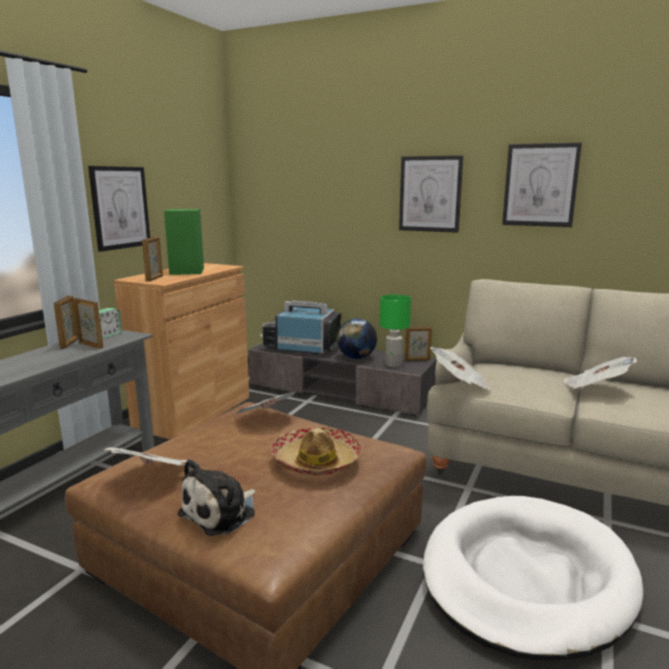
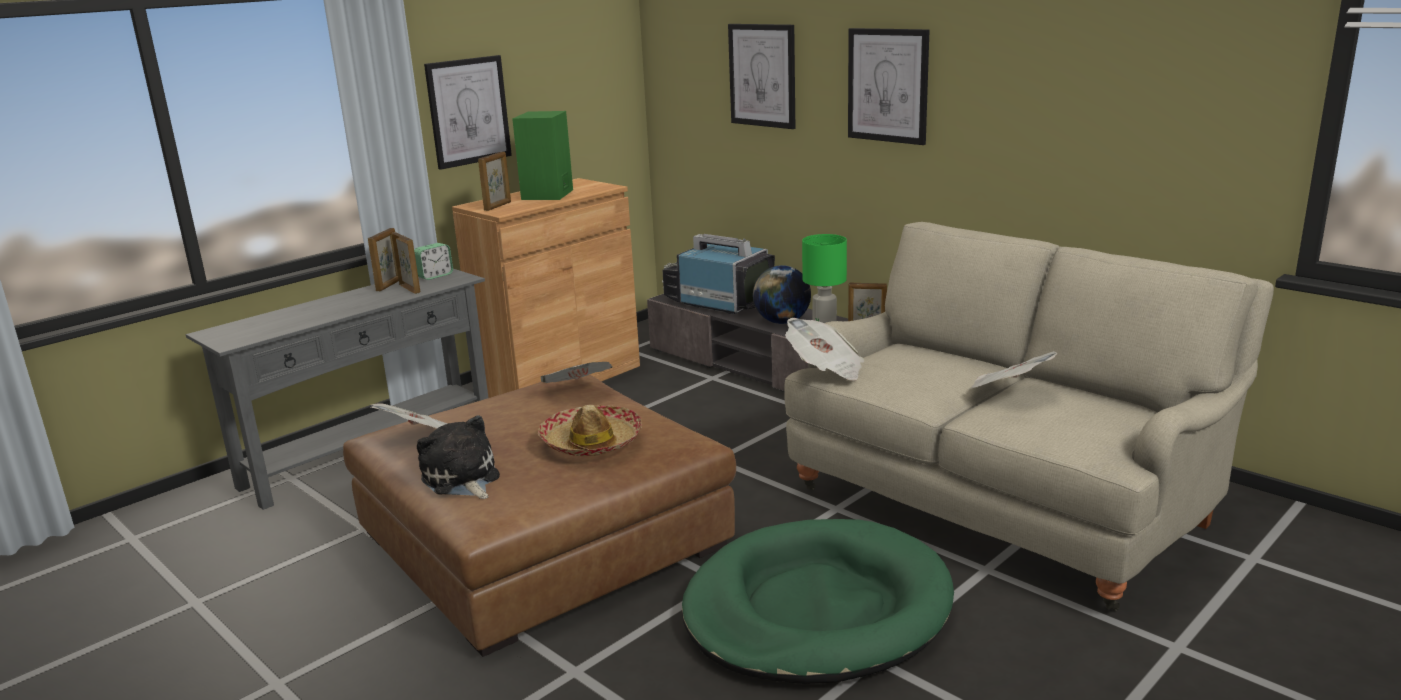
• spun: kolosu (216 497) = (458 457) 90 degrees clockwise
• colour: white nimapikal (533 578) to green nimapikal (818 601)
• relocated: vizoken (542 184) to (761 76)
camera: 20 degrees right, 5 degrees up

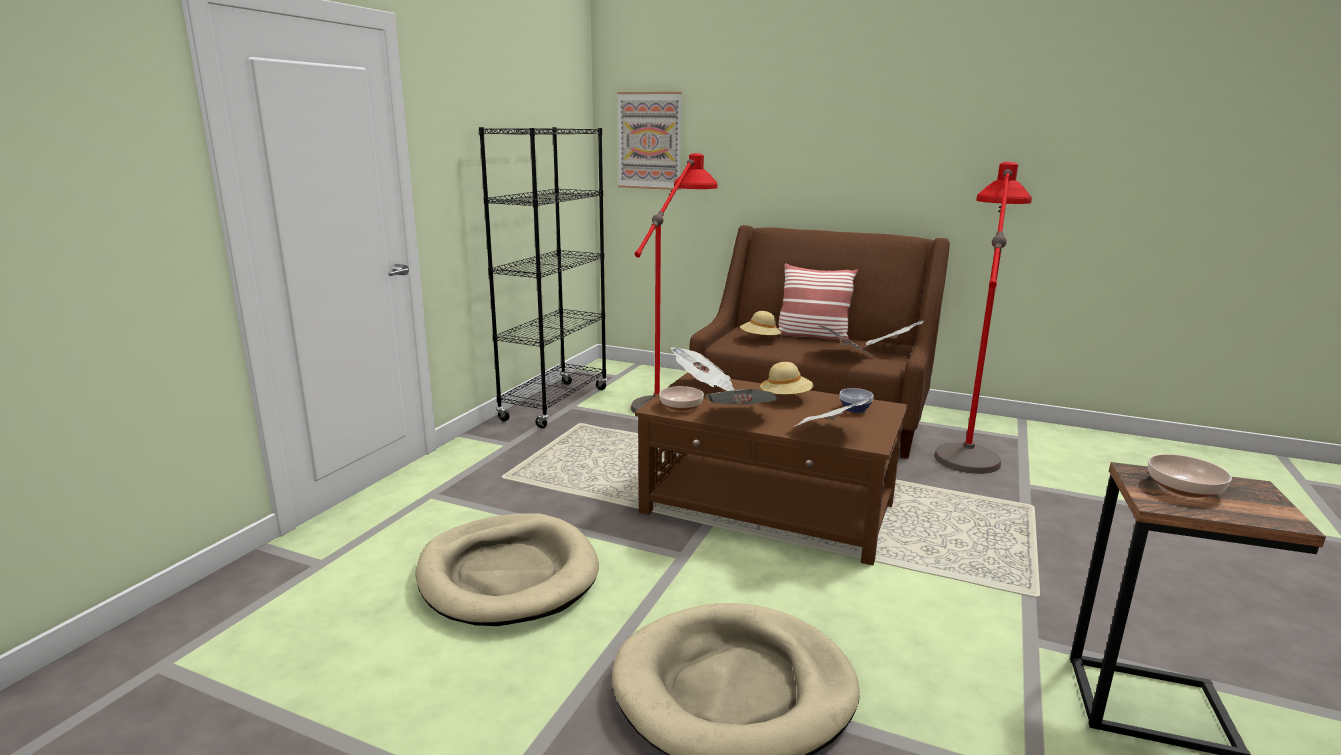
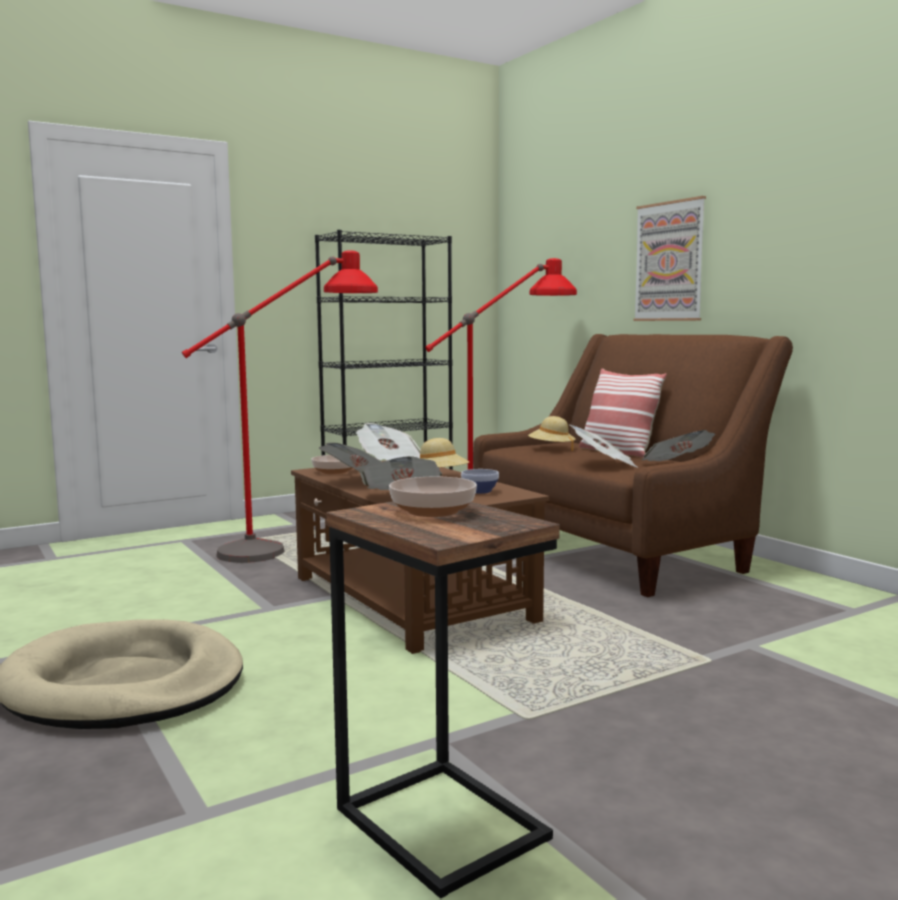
• relocated: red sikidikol (983 318) to (280 407)
• relocated: vizoken (649 141) to (669 258)
• missing: beige nimapikal (507 569)
camera: 35 degrees right, 10 degrees down

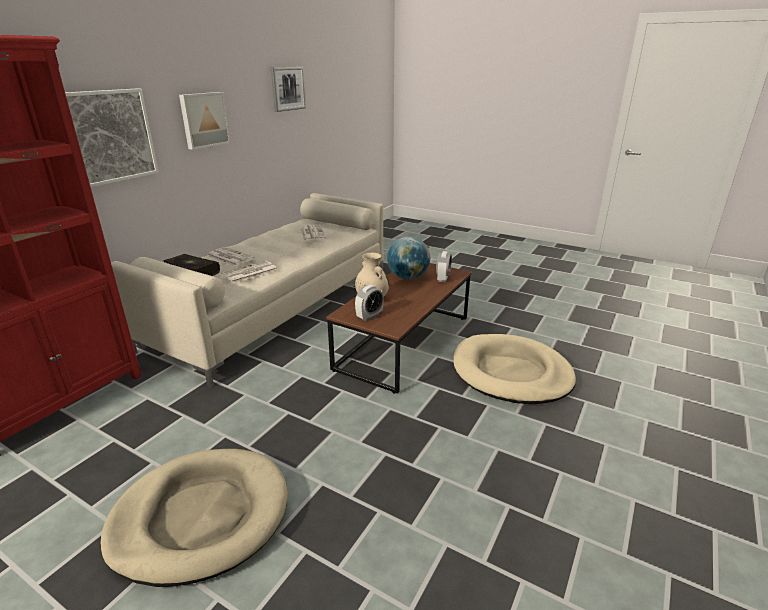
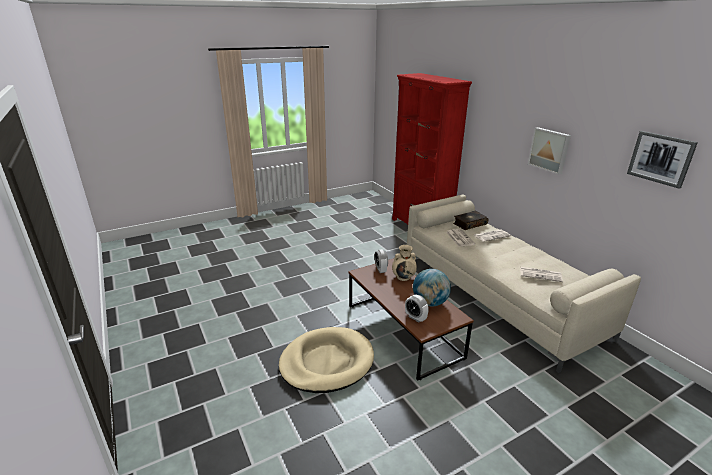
• missing: vizoken (112 137)
• missing: beige nimapikal (194 518)
camera: 120 degrees right, 0 degrees up

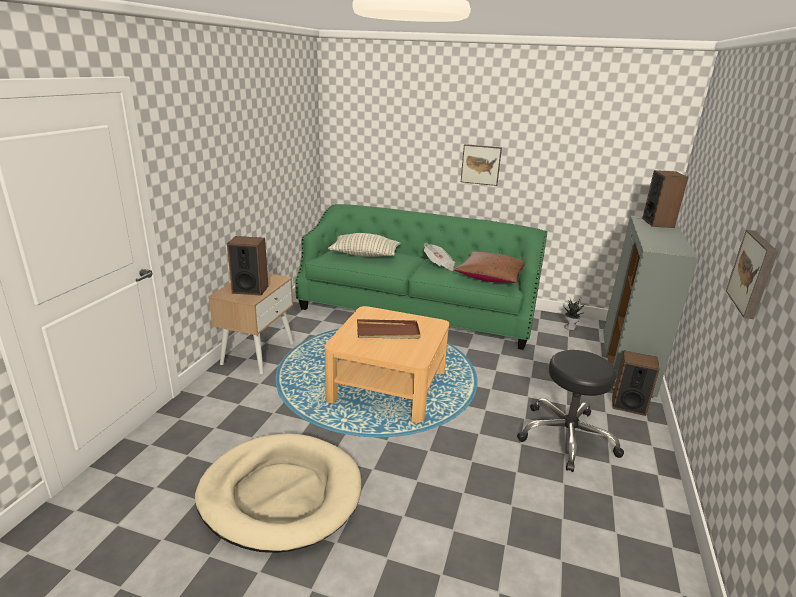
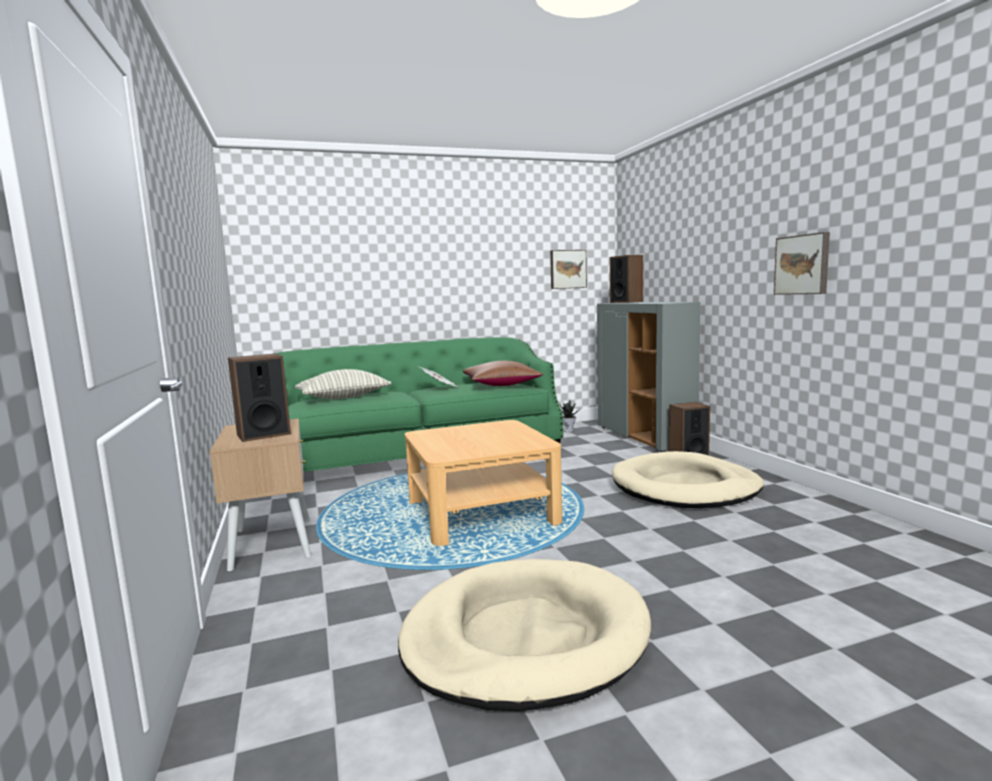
• relocated: vizoken (481 165) to (568 269)
• exchanged: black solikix (570 411) to beige nimapikal (688 479)
• missing: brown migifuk (389 329)
camera: 35 degrees left, 15 degrees down

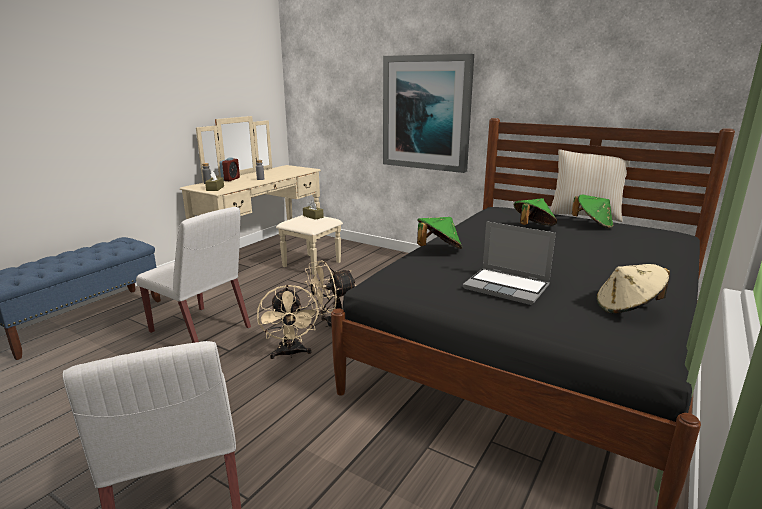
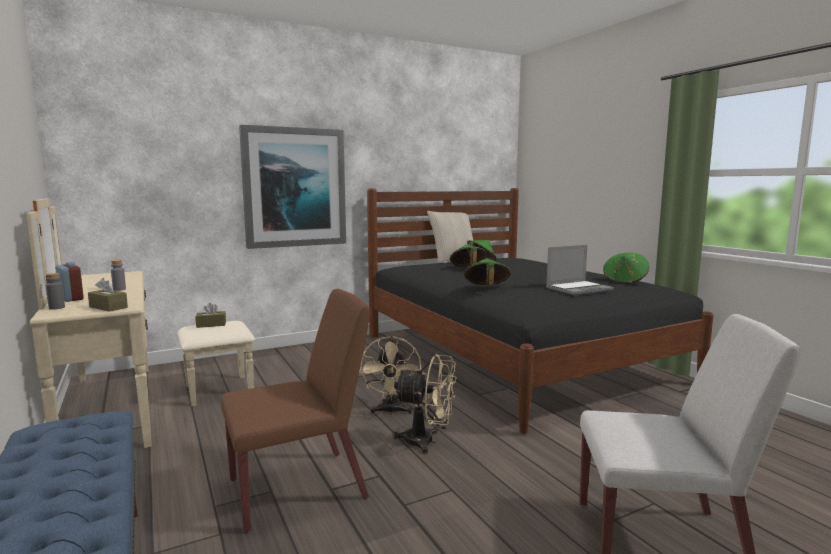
• colour: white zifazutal (193 275) to brown zifazutal (295 410)
• colour: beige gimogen (633 288) to green gimogen (626 268)
camera: 60 degrees left, 10 degrees down

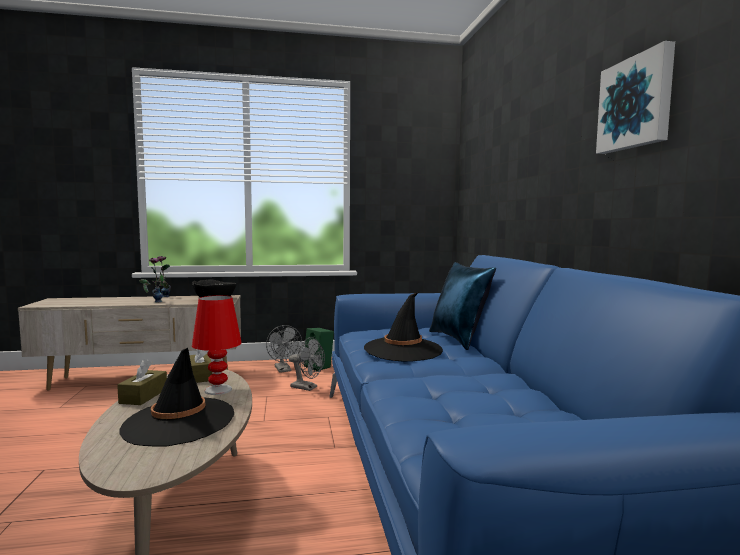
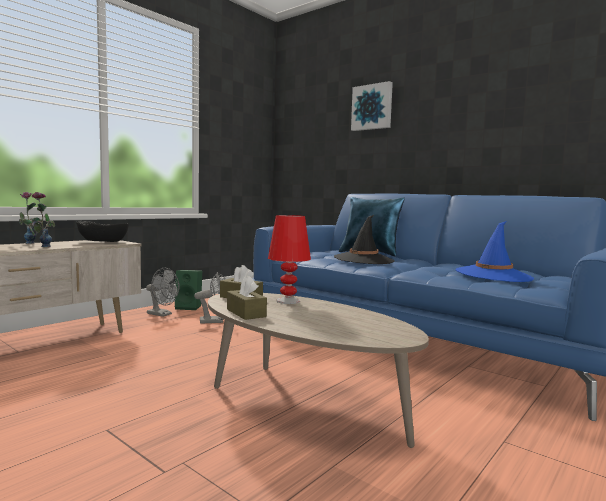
• relocated: vizoken (635 97) to (372 106)
• appeared: blue gimogen (495 251)
• missing: black gimogen (176 397)
camera: 40 degrees left, 0 degrees up

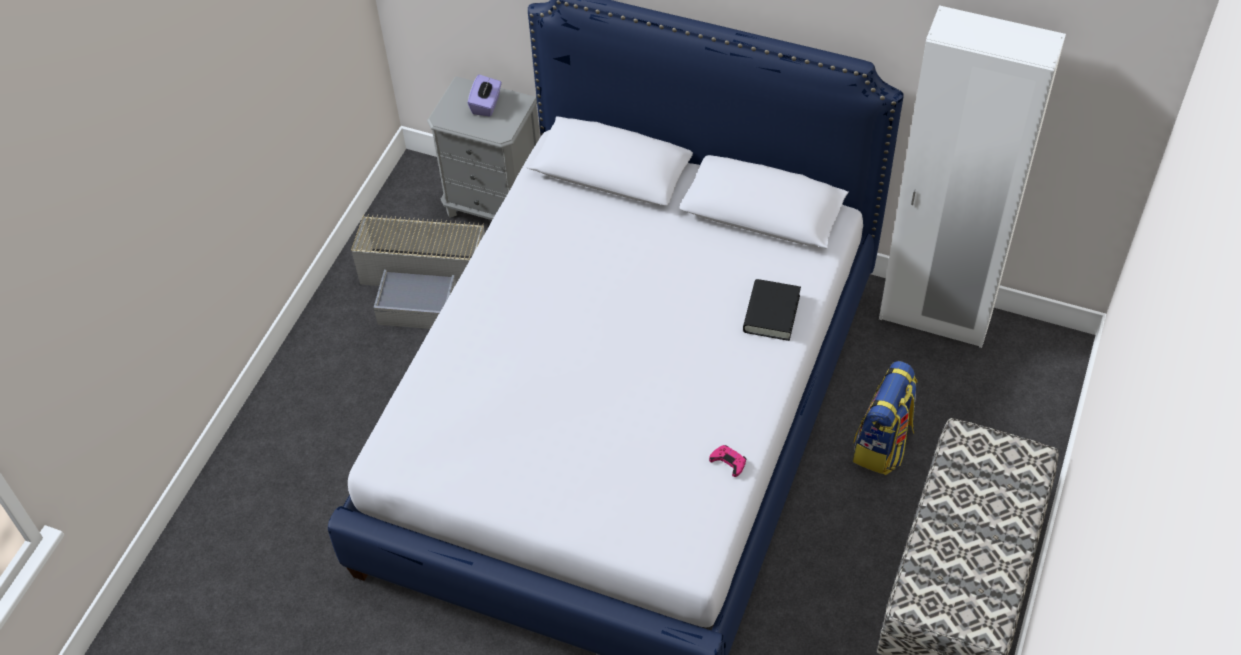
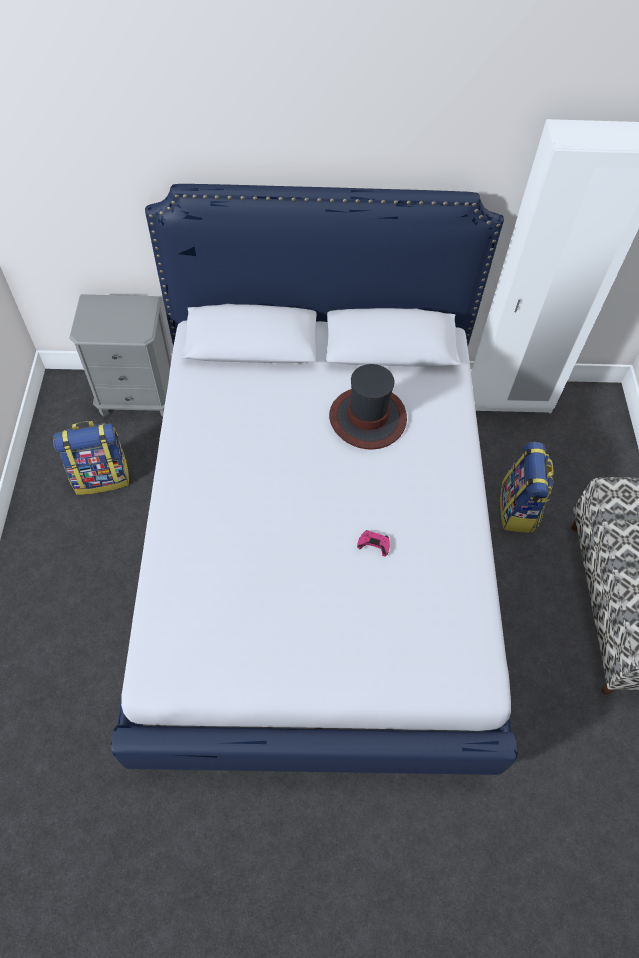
• exchanged: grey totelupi (418 271) to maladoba (91 458)
• appeared: gimogen (368 407)
• relocated: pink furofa (728 461) to (373 543)
• missing: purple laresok (485 96)
• missing: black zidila (772 310)
camera: 25 degrees left, 5 degrees up

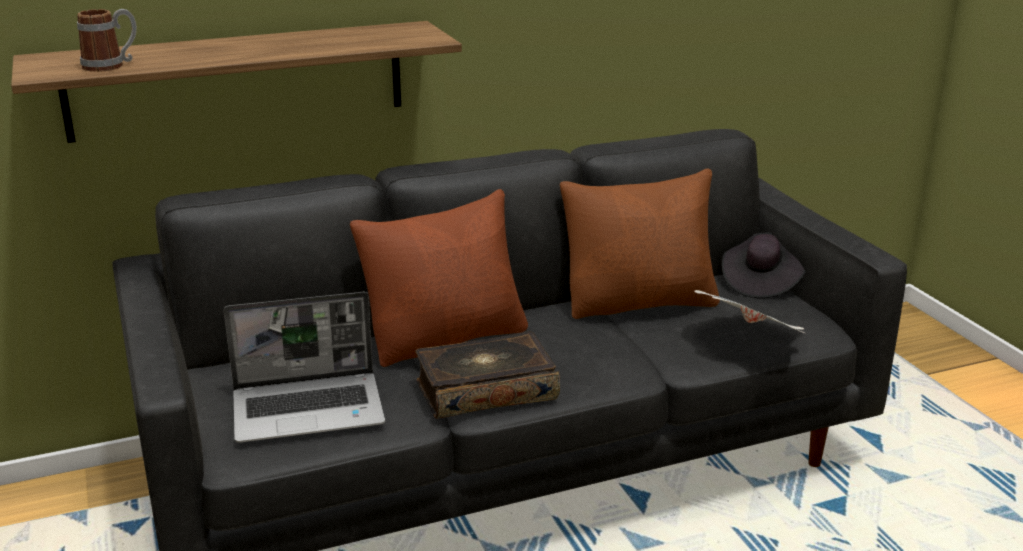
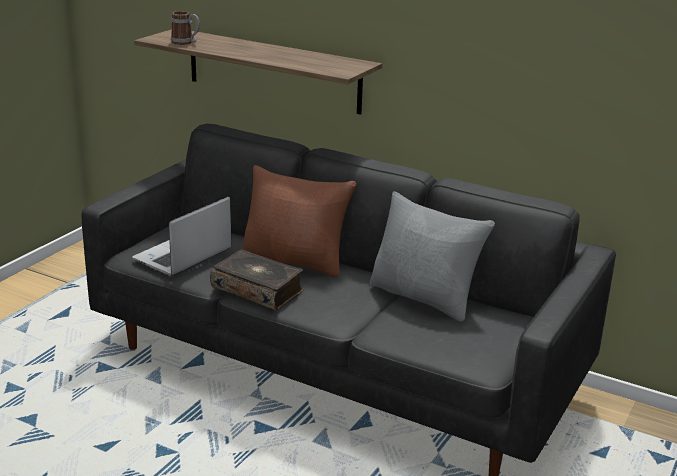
• spun: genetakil (304 367) = (181 236) 90 degrees clockwise
• colour: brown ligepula (640 243) to grey ligepula (432 256)
• missing: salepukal (749 311)
• missing: black gimogen (764 265)
camera: 50 degrees right, 0 degrees up

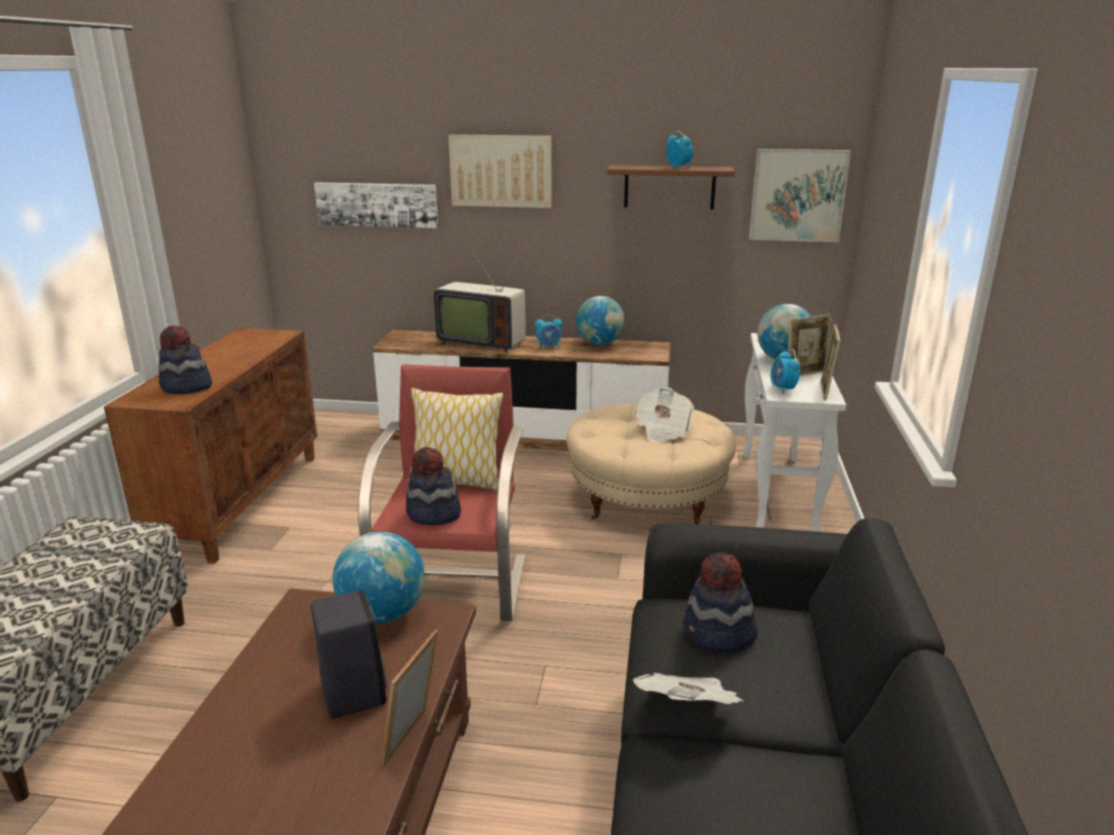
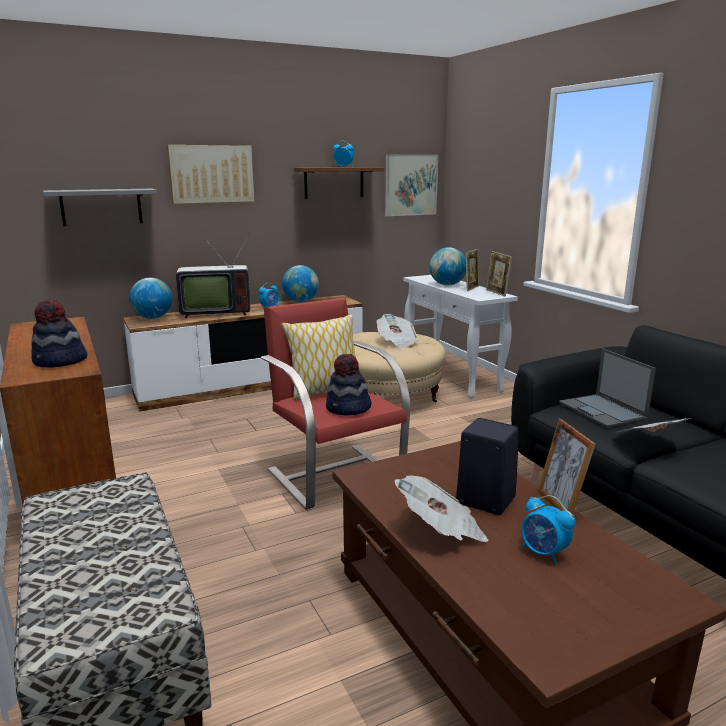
• exchanged: vizoken (376 205) to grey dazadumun (100 207)
• relocated: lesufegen (379 577) to (150 298)
• appeared: salepukal (441 509)
• relocated: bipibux (786 371) to (548 529)
• exchanged: gimogen (720 602) to genetakil (607 388)
camera: 35 degrees left, 5 degrees down

